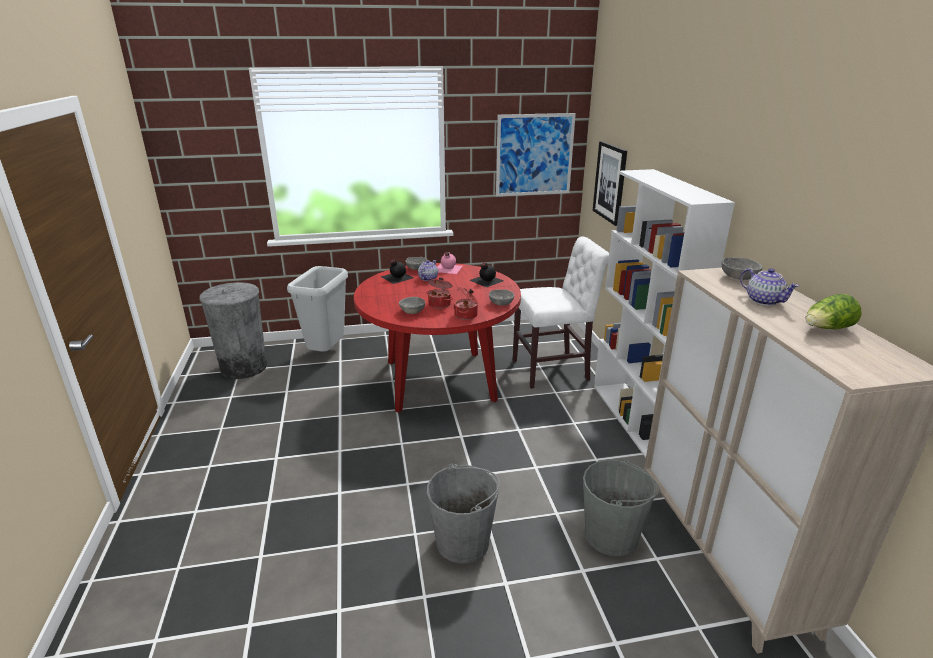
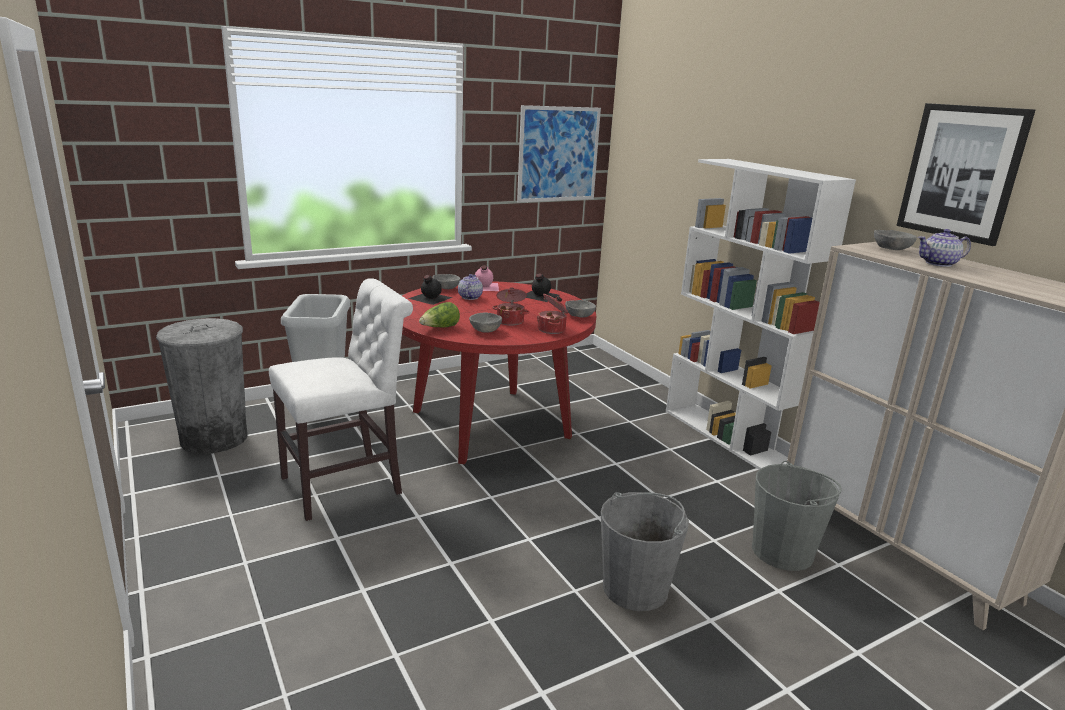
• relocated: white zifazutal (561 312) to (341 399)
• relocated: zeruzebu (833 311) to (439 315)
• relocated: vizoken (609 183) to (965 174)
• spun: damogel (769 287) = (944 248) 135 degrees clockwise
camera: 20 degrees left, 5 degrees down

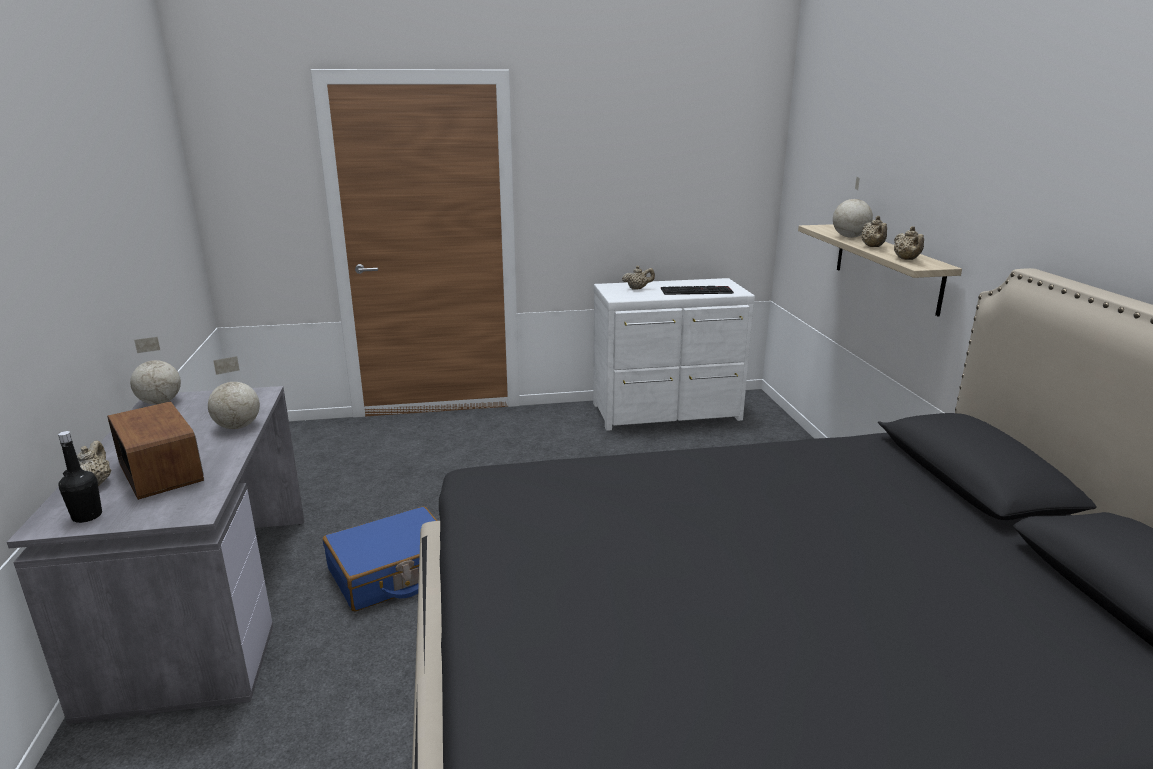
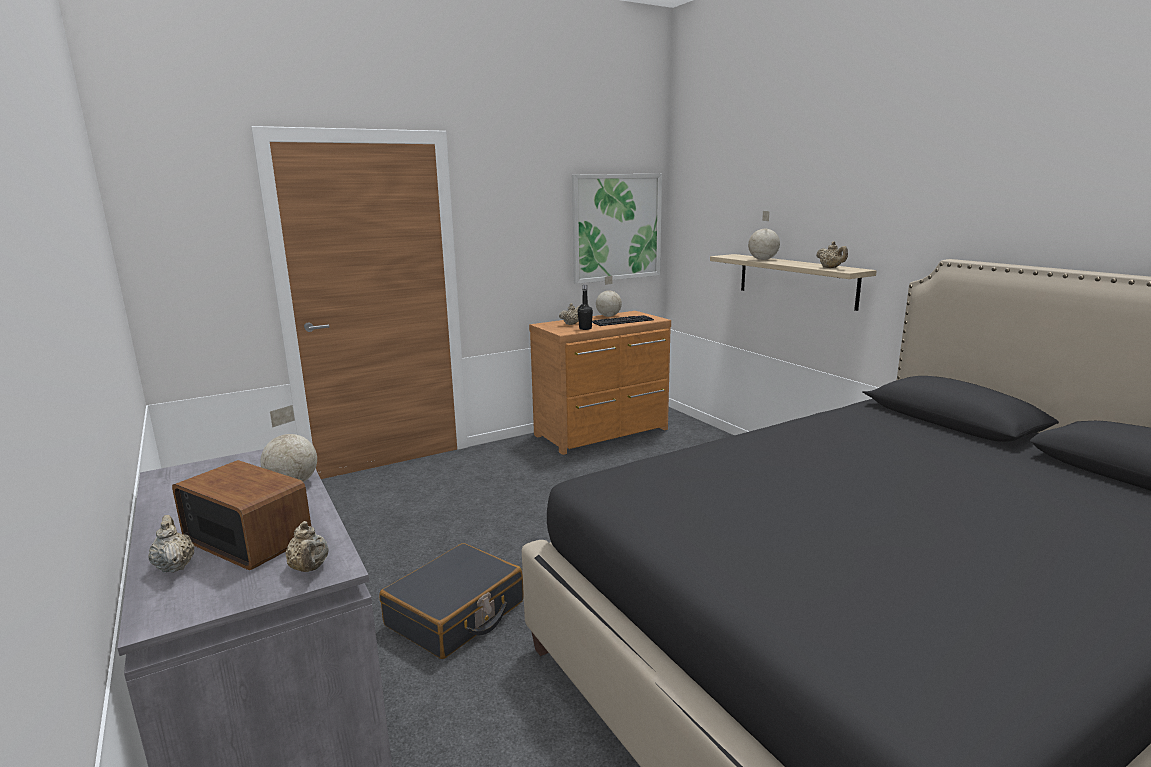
• relocated: beige damogel (874 231) to (307 546)
• colour: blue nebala (380 558) to black nebala (451 601)
• colour: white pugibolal (674 354) to brown pugibolal (600 383)
• appeared: vizoken (617 229)
• relocated: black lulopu (80 477) to (585 307)
• relocated: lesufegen (155 370) to (609 296)
camera: 20 degrees left, 5 degrees down

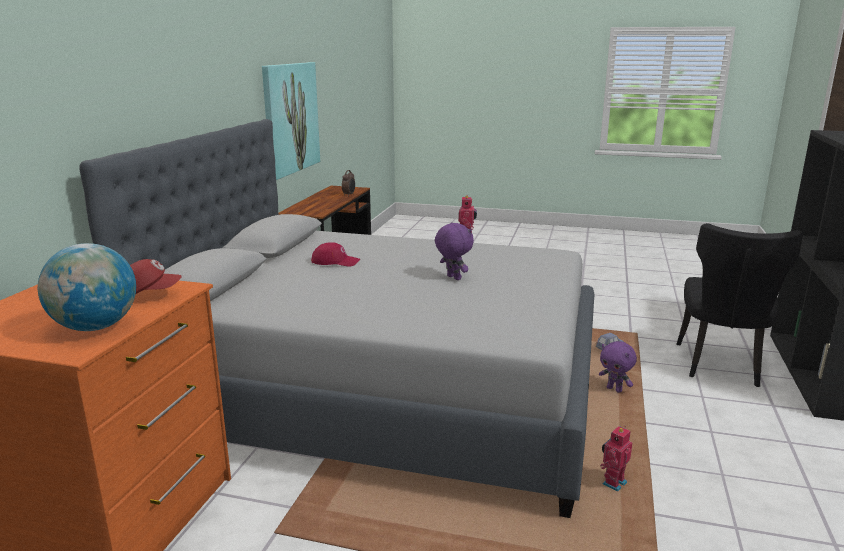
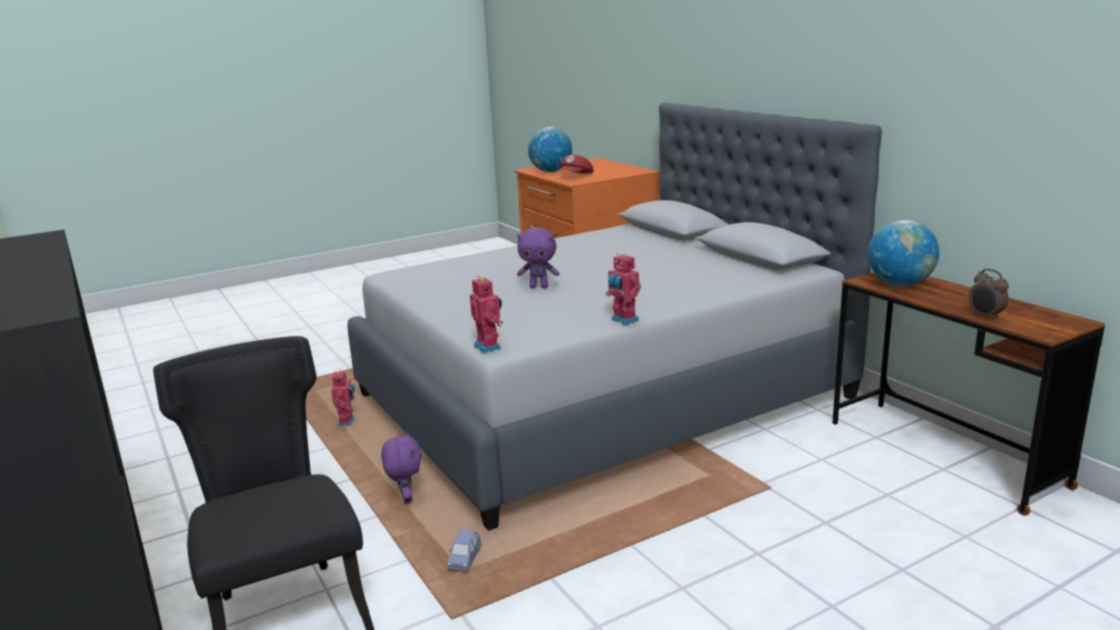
• spun: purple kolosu (618 367) = (401 467) 75 degrees clockwise
• appeared: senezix (486 314)
• appeared: lesufegen (903 253)
• missing: vizoken (291 121)
• missing: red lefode (335 254)
camera: 135 degrees right, 0 degrees up

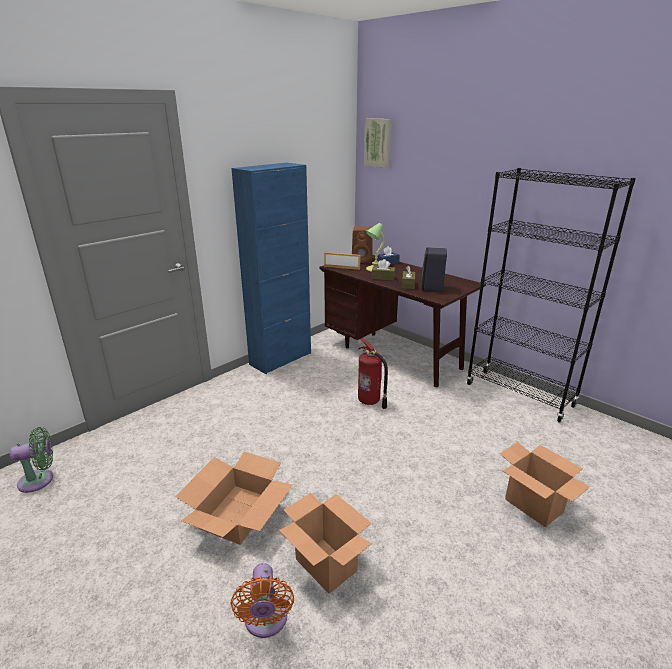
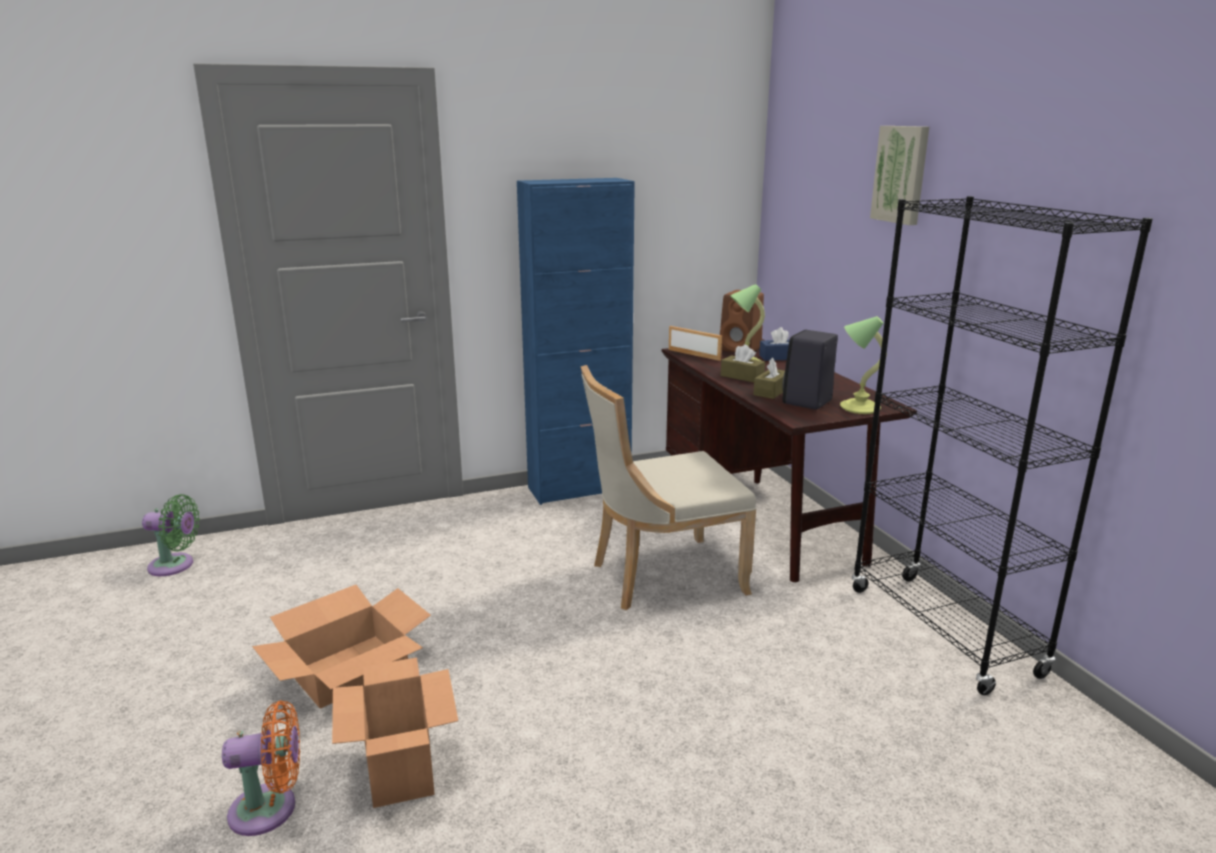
• spun: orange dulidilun (262 600) = (261 768) 120 degrees counterclockwise
• exchanged: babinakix (373 373) to beige zifazutal (668 487)
• appeared: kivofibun (863 365)
• relocated: vizoken (378 143) to (899 175)
• missing: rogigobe (544 484)
camera: 25 degrees right, 5 degrees down

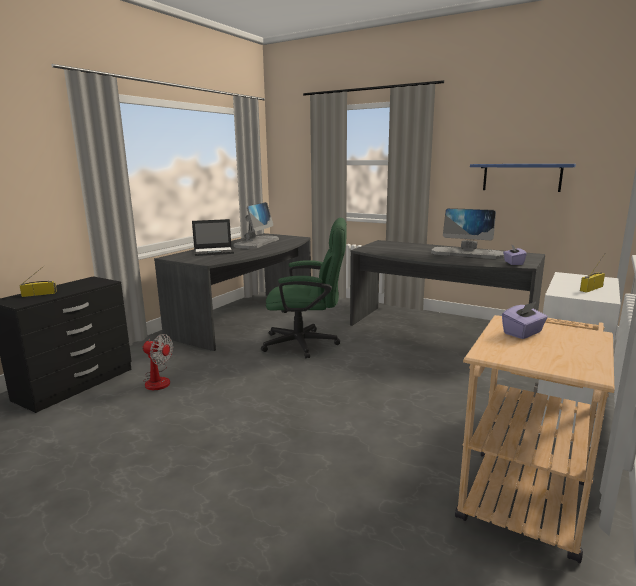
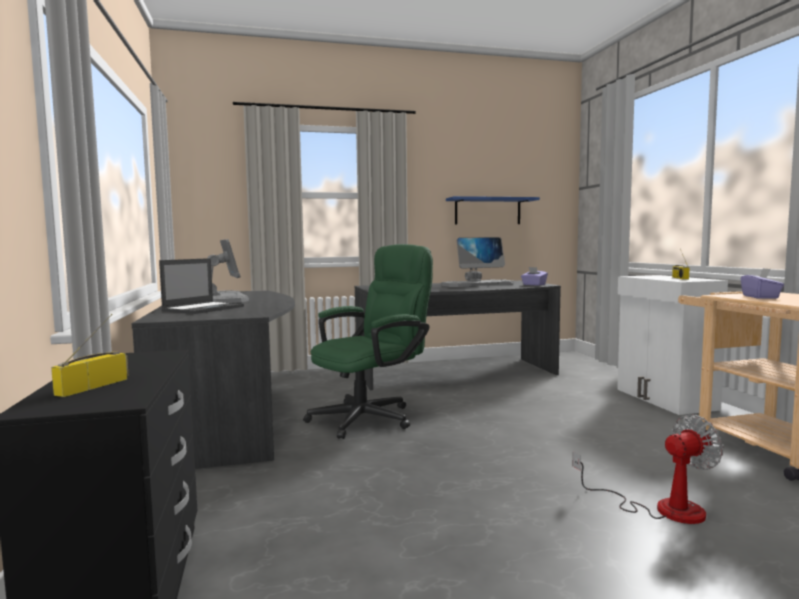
• relocated: dulidilun (158 362) to (648 469)
camera: 45 degrees left, 10 degrees down

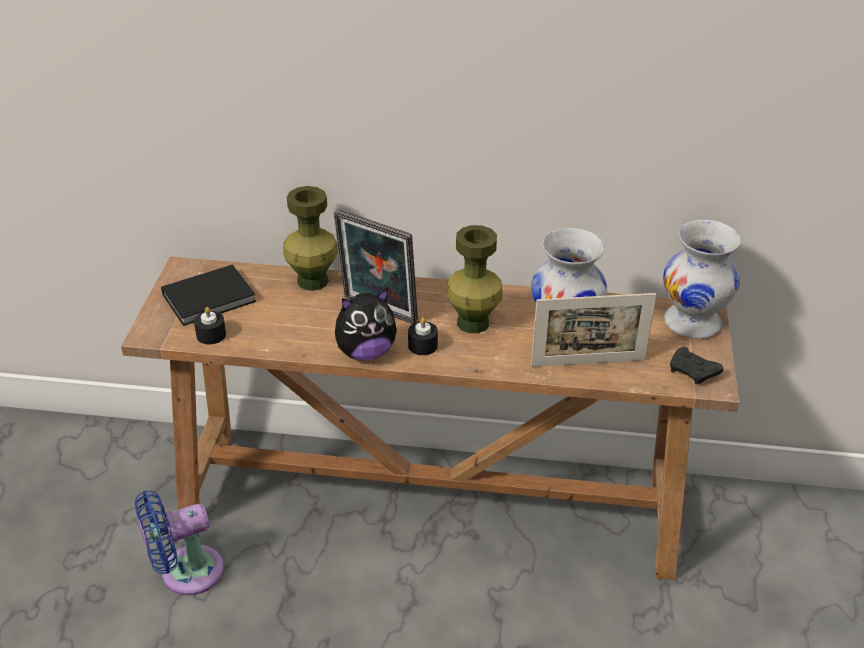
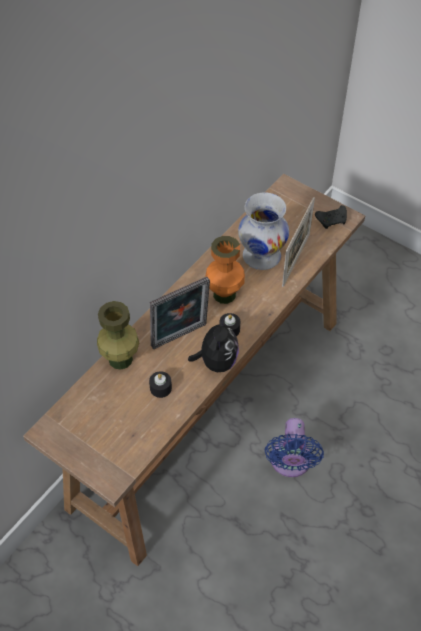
• relocated: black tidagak (210 326) to (160 384)
• colour: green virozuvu (474 279) to orange virozuvu (225 270)
• relocated: blue dulidilun (179 543) to (294 447)
• missing: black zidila (208 295)
• missing: white virozuvu (702 279)
camera: 60 degrees left, 15 degrees up

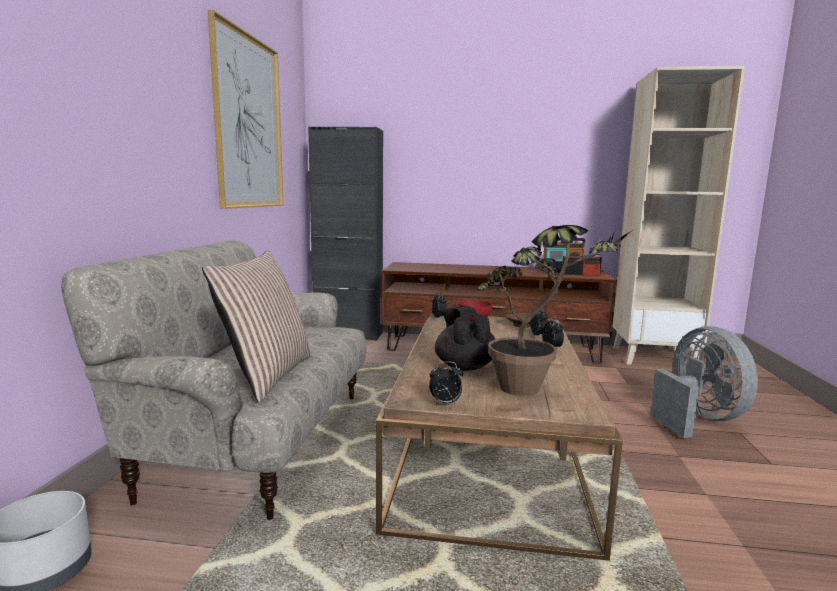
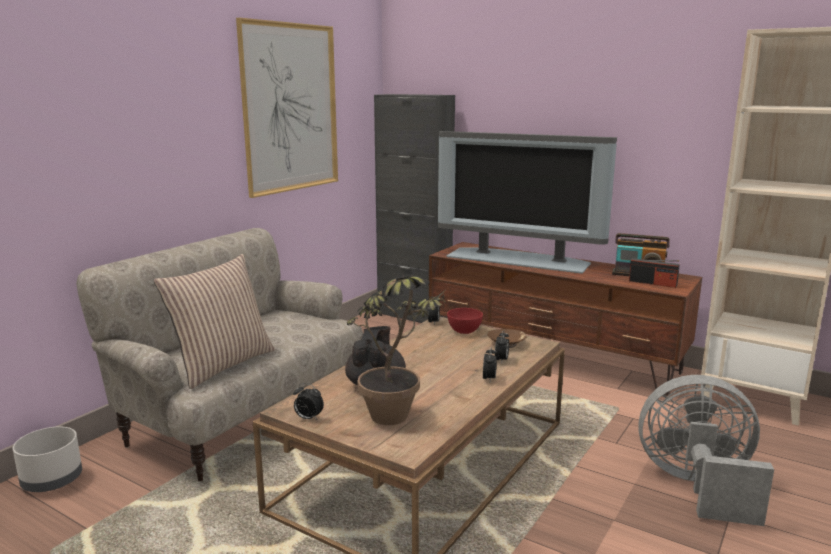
• appeared: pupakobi (527 202)
• spun: grey dulidilun (704 382) = (706 450) 90 degrees counterclockwise
camera: 25 degrees right, 5 degrees up

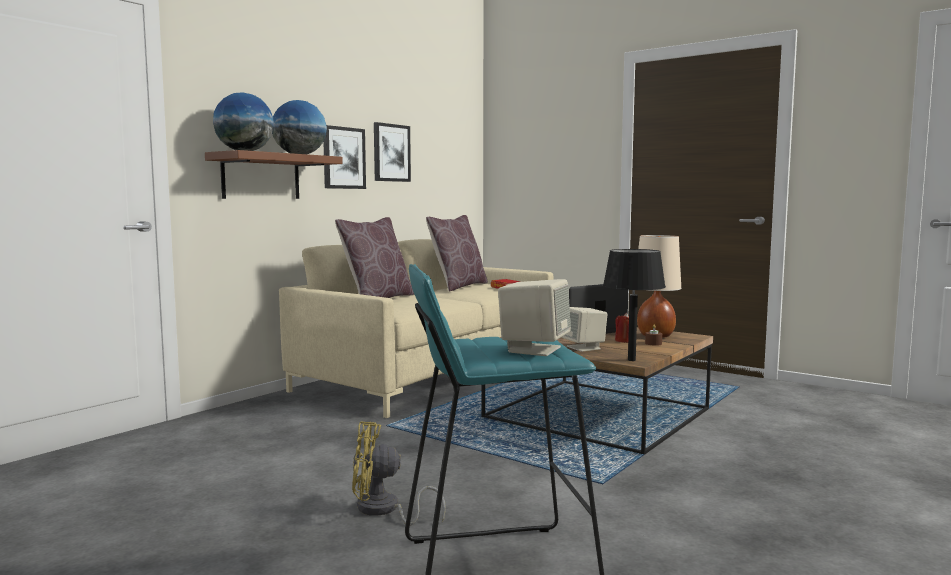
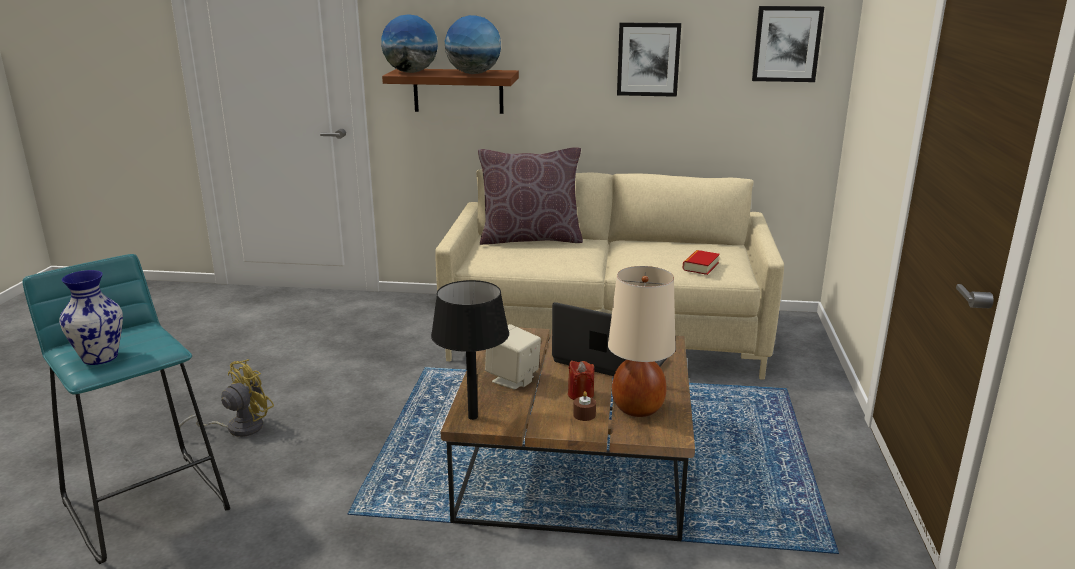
• exchanged: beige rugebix (534 317) to virozuvu (91 317)
• spun: yellow dulidilun (399 473) = (226 398) 75 degrees clockwise
• relocated: vizoken (344 157) to (788 44)
• missing: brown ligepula (457 253)
camera: 60 degrees right, 15 degrees up

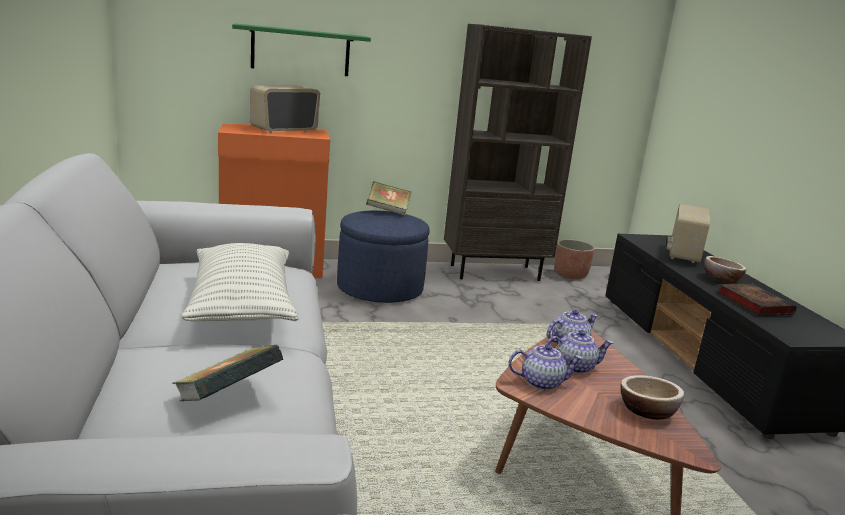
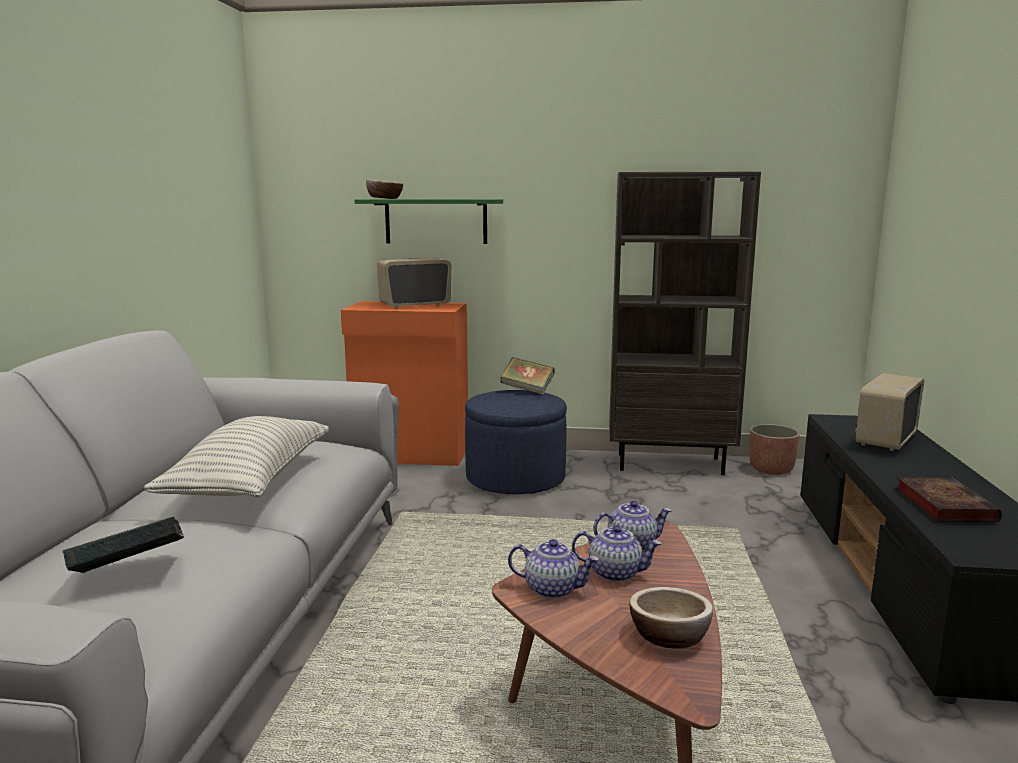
• relocated: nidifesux (726 269) to (384 189)
camera: 20 degrees right, 5 degrees down

